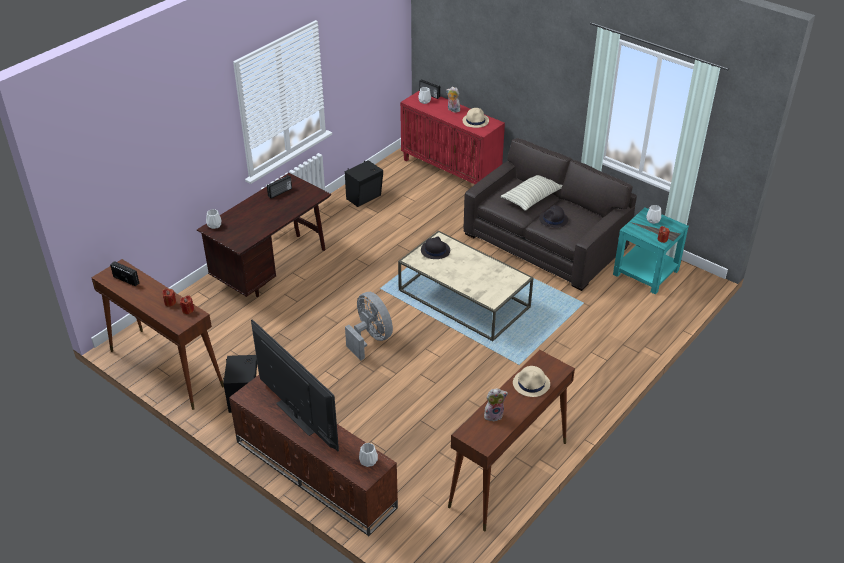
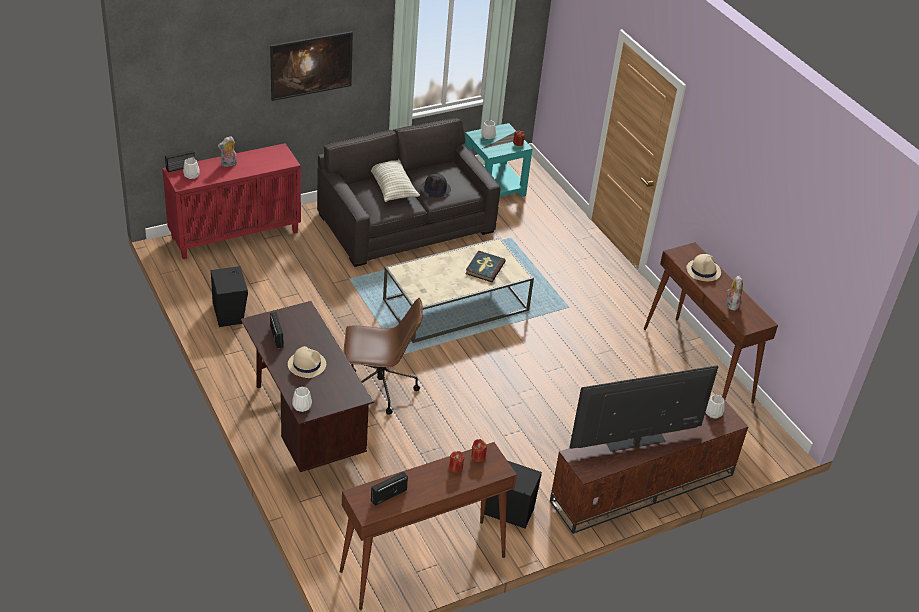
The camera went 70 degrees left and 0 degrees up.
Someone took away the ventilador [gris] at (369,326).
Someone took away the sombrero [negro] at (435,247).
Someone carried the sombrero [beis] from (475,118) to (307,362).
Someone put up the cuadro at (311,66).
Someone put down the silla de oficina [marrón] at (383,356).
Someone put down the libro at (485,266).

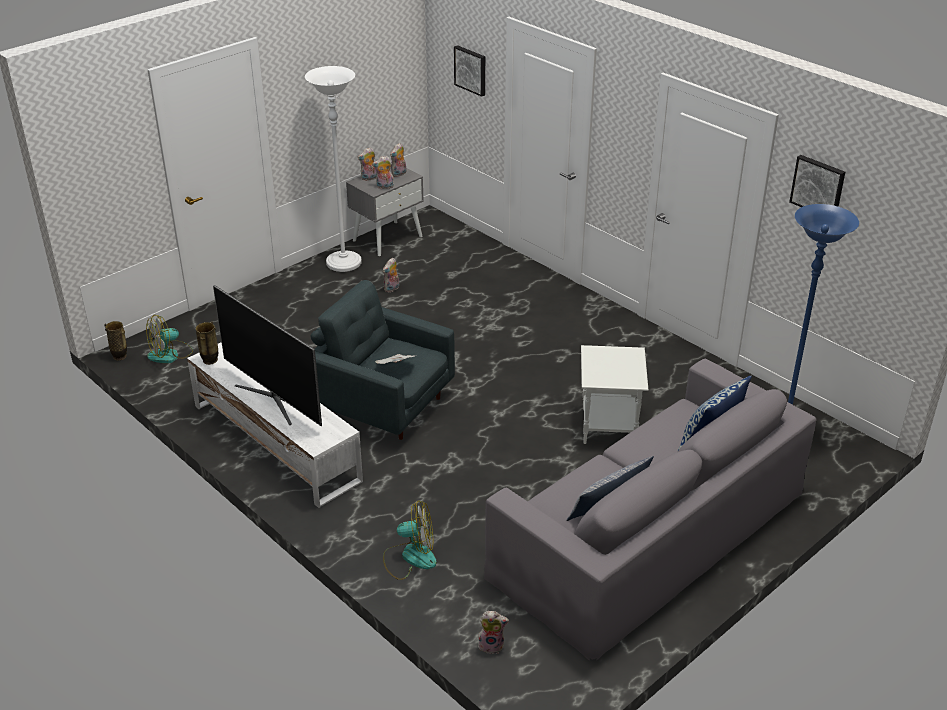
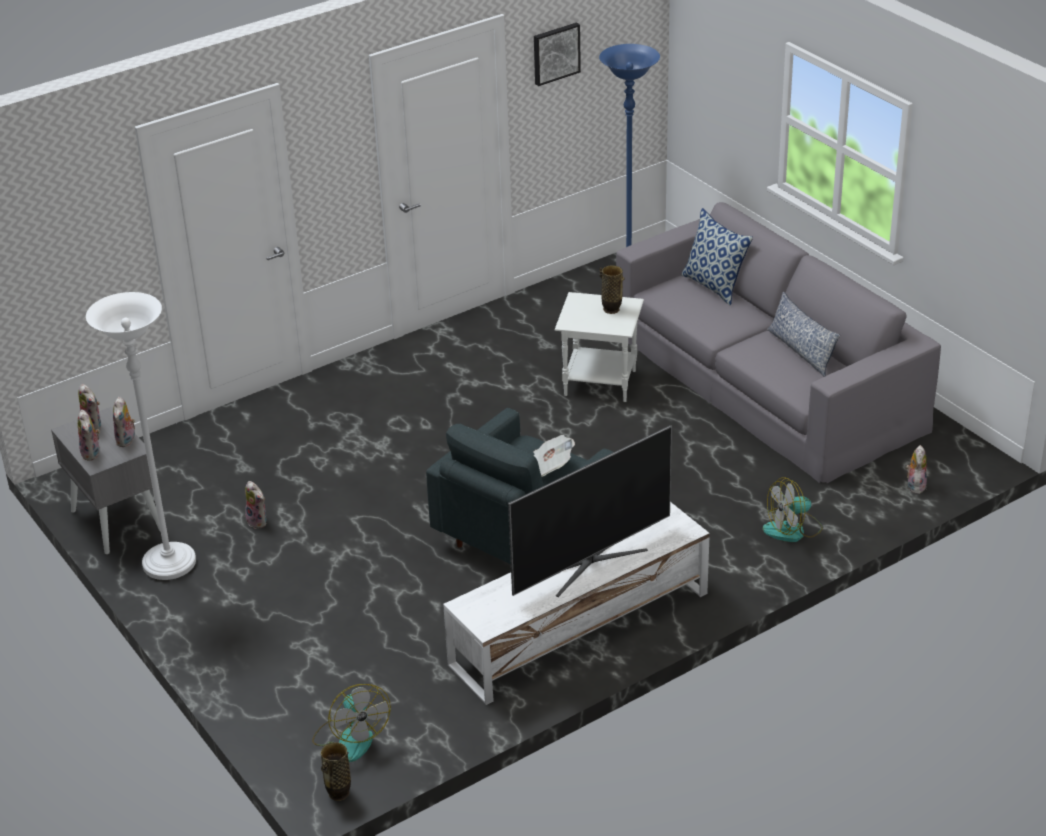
The camera went 80 degrees left and 0 degrees up.
Someone carried the florero from (207,343) to (612,289).
Someone rotated the ventilador at (410,540) by 120 degrees counterclockwise.
Someone took away the cuadro at (469,71).

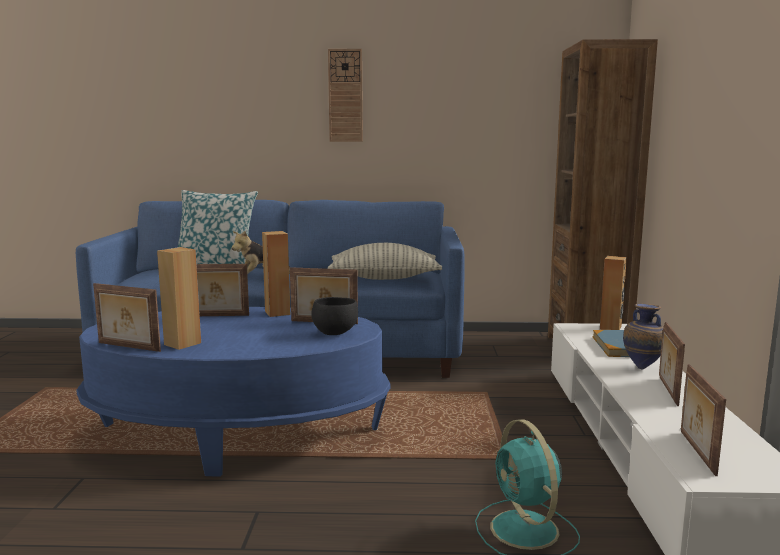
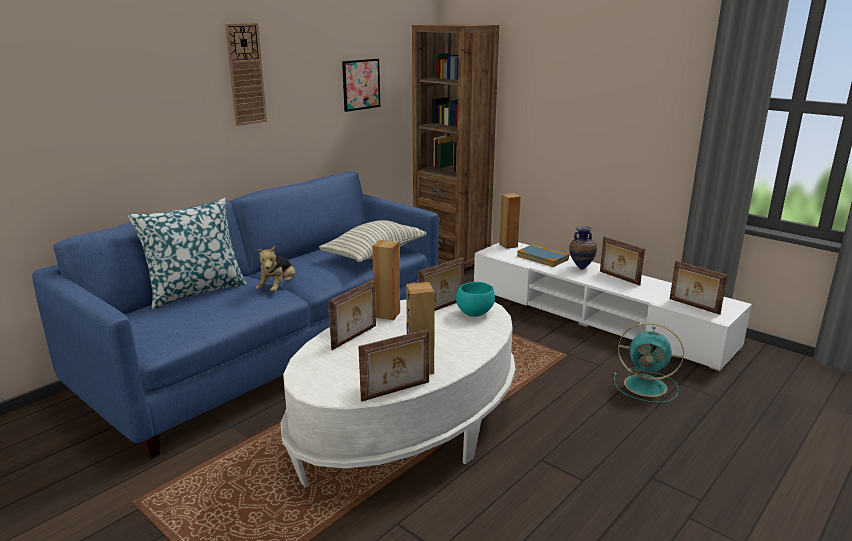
The camera went 50 degrees left and 10 degrees up.
Someone repainted the mesa de centro [azul] at (233,391), which became the mesa de centro [blanco] at (398,393).
Someone repainted the cuenco [negro] at (334,316), which became the cuenco [turquesa] at (475,299).
Someone put up the cuadro at (361,85).

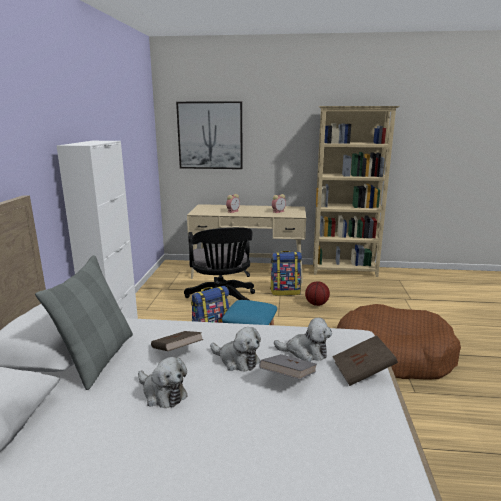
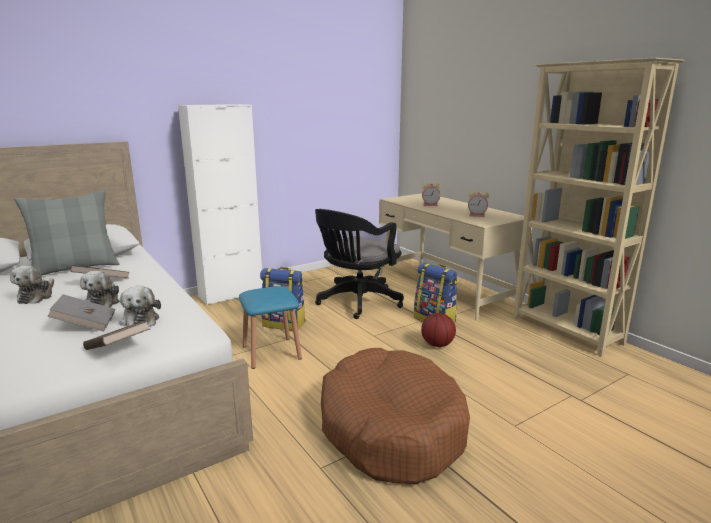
The camera went 50 degrees right and 0 degrees up.
Someone took away the cuadro at (209,135).

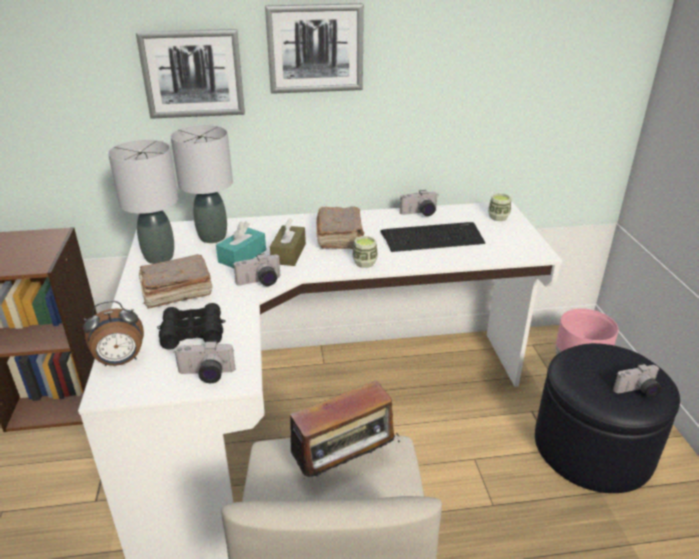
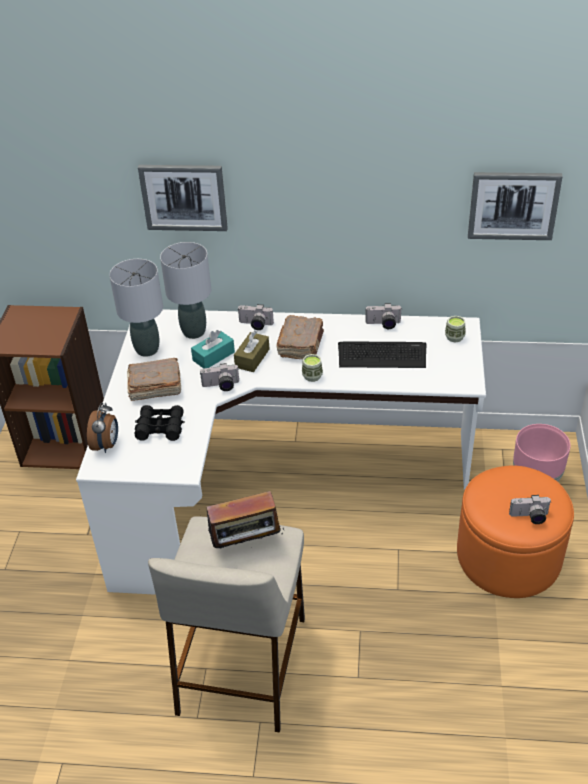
The camera went 15 degrees right and 10 degrees up.
Someone rotated the despertador at (113,333) by 75 degrees counterclockwise.
Someone carried the cámara from (204,362) to (255,317).
Someone carried the cuadro from (314,48) to (515,206).
Someone repainted the puf [negro] at (607,418), which became the puf [naranja] at (515,531).

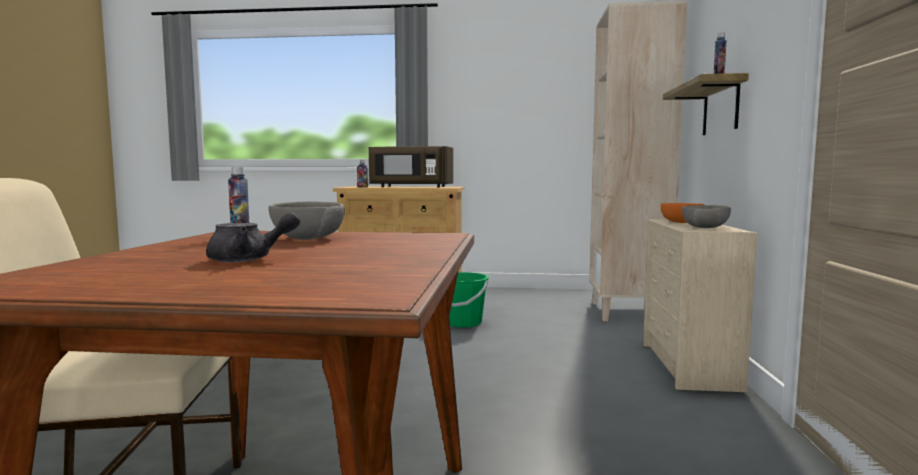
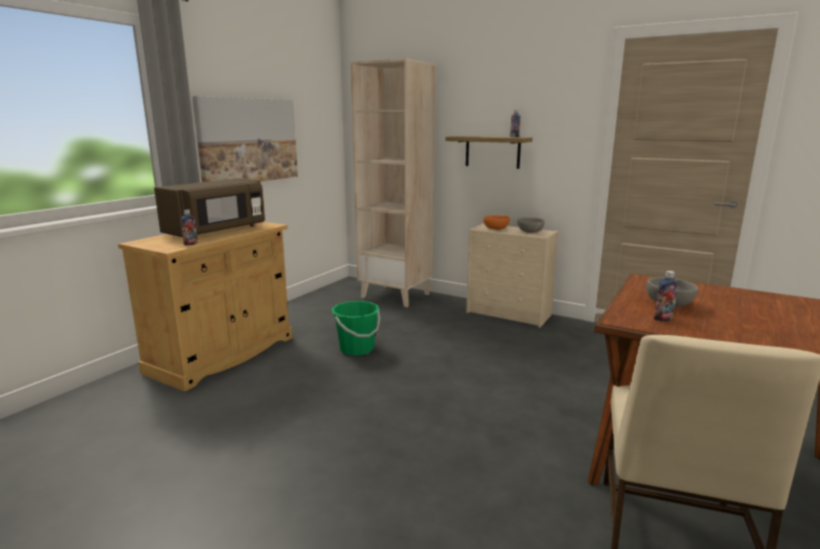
The camera went 65 degrees left and 10 degrees up.
Someone took away the tetera [gris] at (253,237).
Someone put up the cuadro at (245,139).

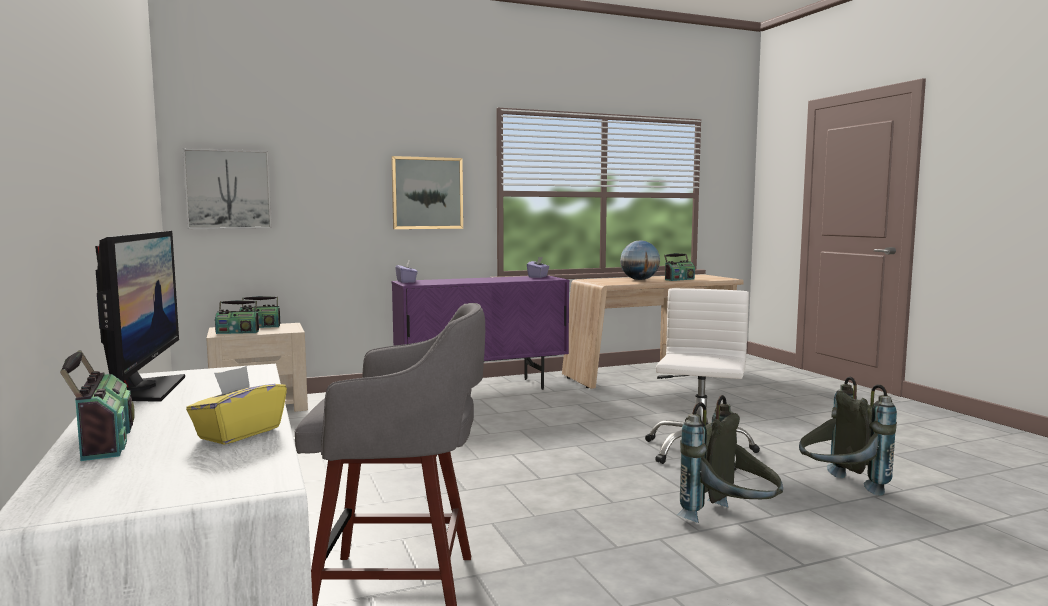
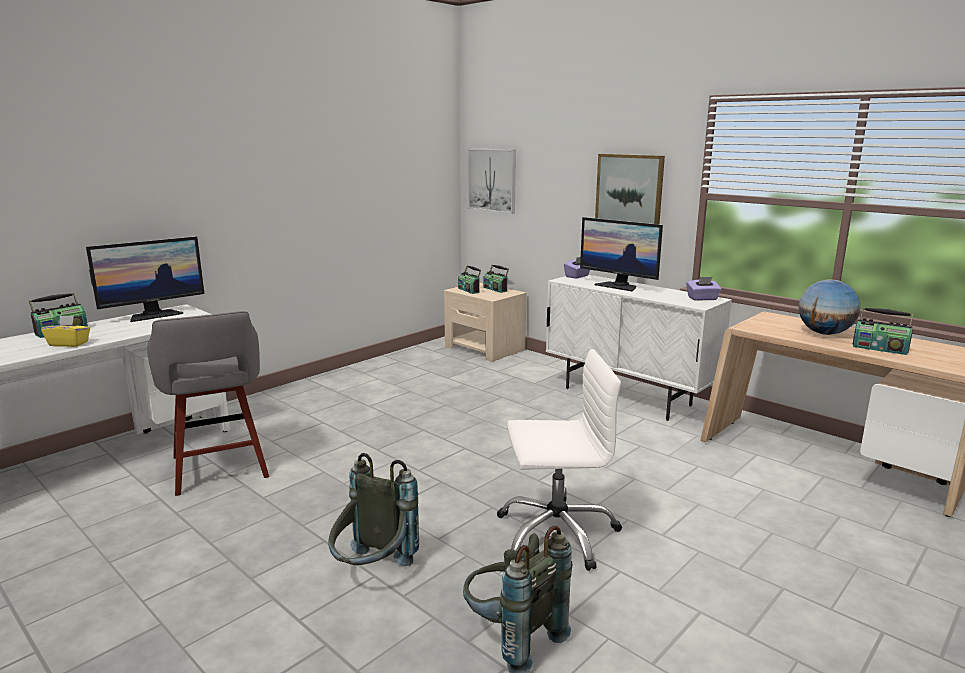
The camera went 65 degrees right and 10 degrees up.
Someone repainted the armario [morado] at (480,332), which became the armario [blanco] at (639,348).
Someone put down the monitor at (621,254).

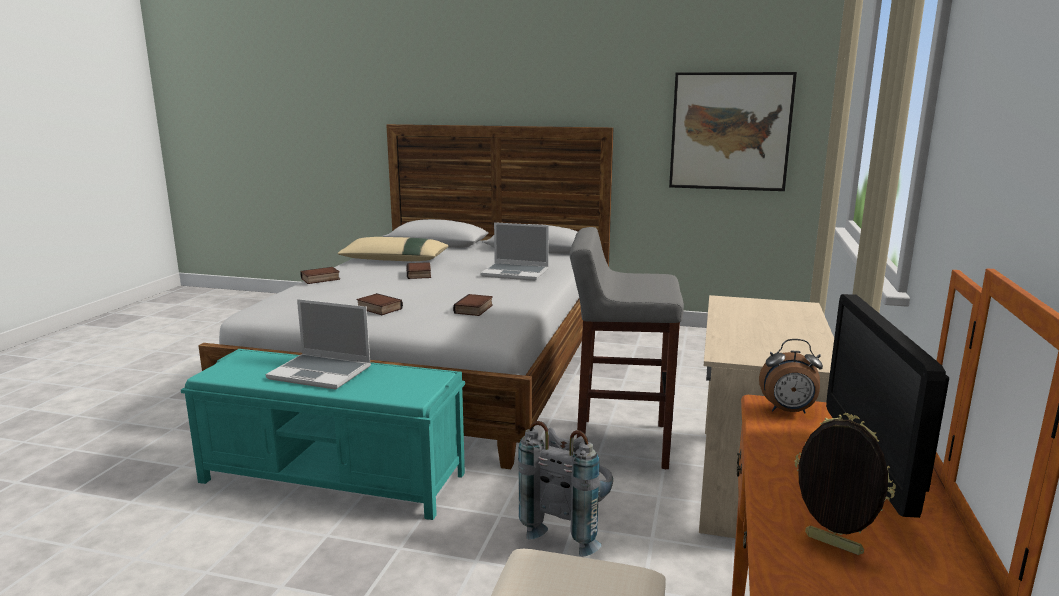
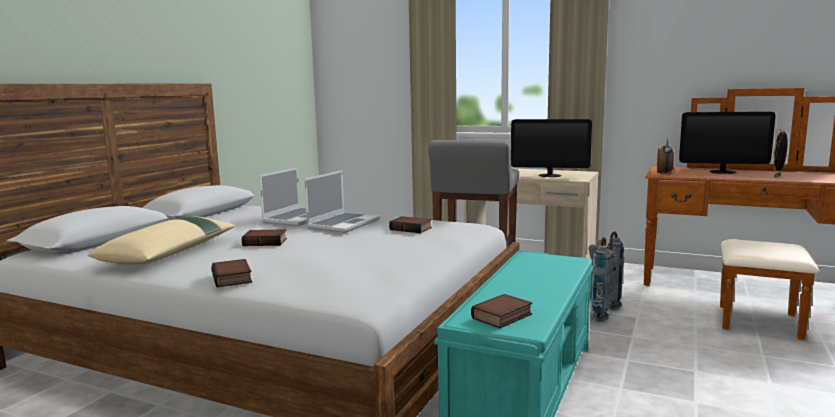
The camera went 80 degrees left and 5 degrees down.
Someone carried the portátil from (318,344) to (342,201).
Someone carried the libro from (379,304) to (501,311).
Someone took away the cuadro at (733,131).
Someone put down the monitor at (551,148).

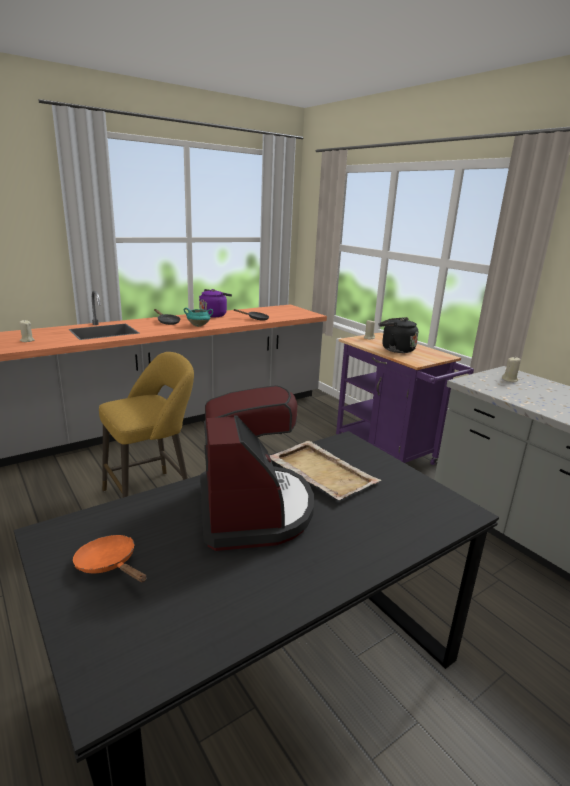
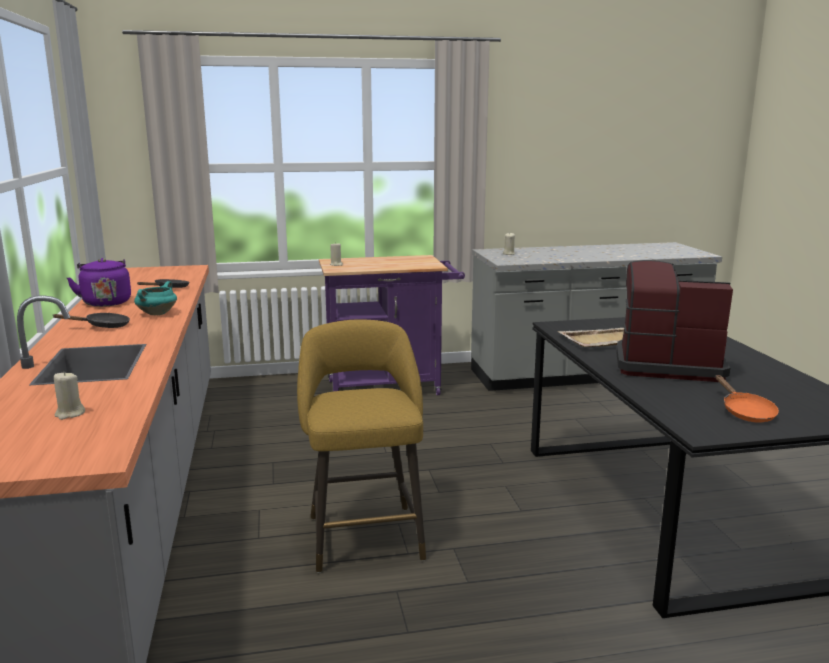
The camera went 65 degrees left and 5 degrees down.
Someone rotated the sartén [naranja] at (110,558) by 75 degrees counterclockwise.
Someone took away the hervidor [negro] at (398,335).

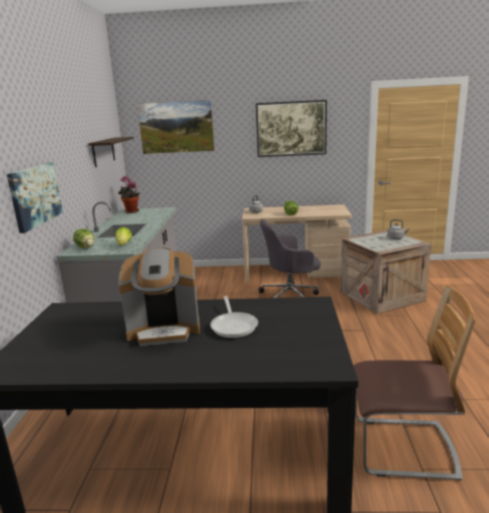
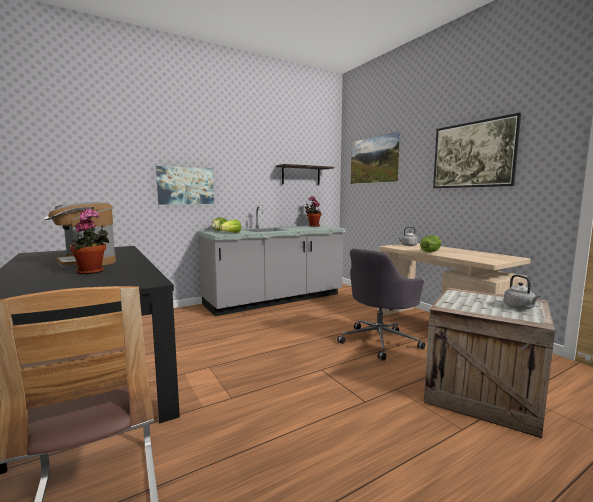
The camera went 55 degrees right and 10 degrees down.
Someone swapped the sartén at (234,317) for the planta en maceta at (90,242).
Someone rotated the silla de oficina [gris] at (289,258) by 90 degrees counterclockwise.

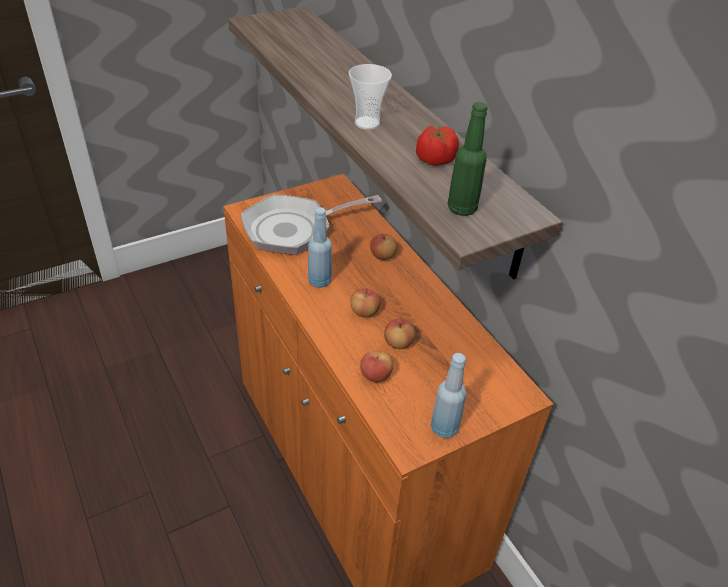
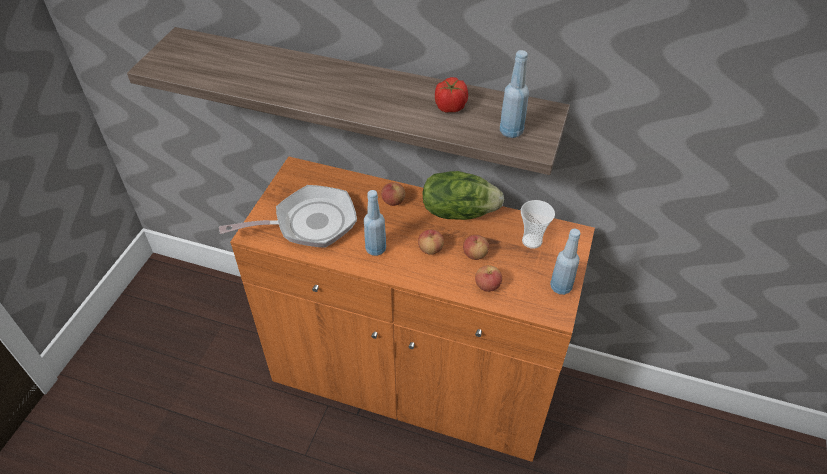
The camera went 40 degrees left and 5 degrees up.
Someone rotated the sartén at (311,224) by 135 degrees counterclockwise.
Someone carried the taza from (370,97) to (538,224).
Someone repainted the botella [verde] at (467,159), which became the botella [azul] at (514,94).
Someone put down the lechuga at (463,195).

